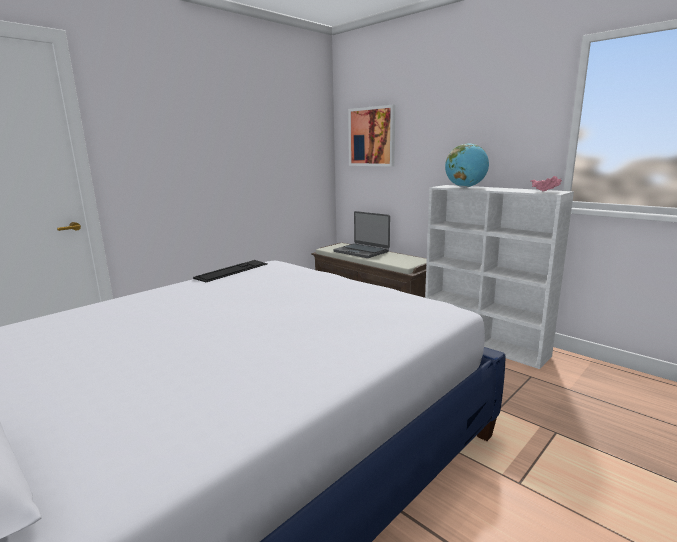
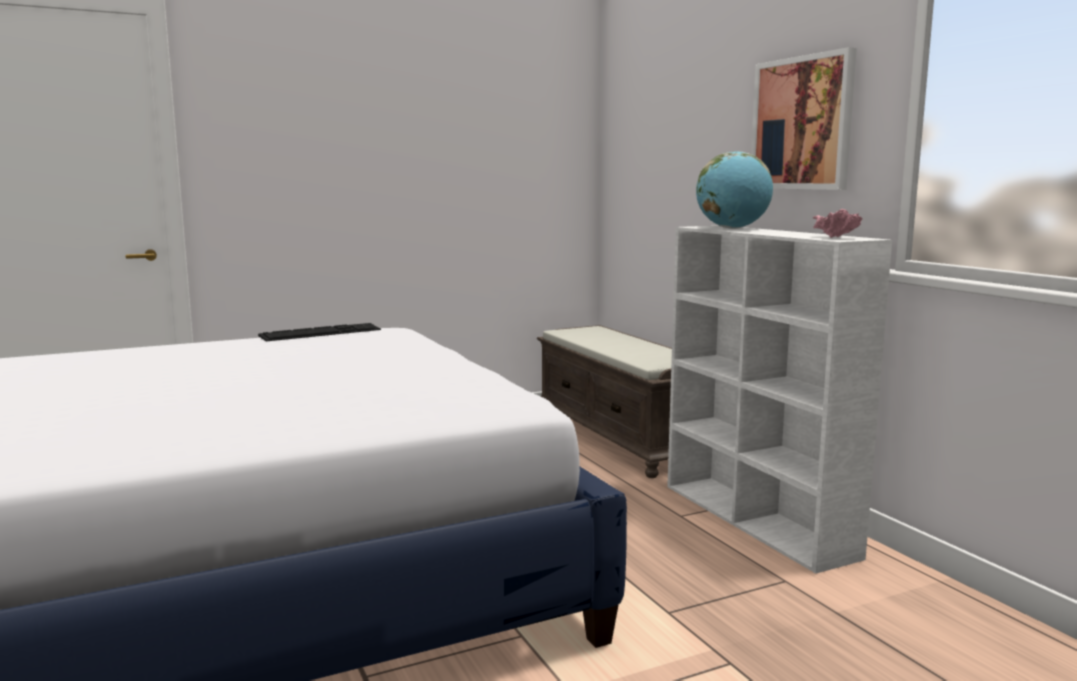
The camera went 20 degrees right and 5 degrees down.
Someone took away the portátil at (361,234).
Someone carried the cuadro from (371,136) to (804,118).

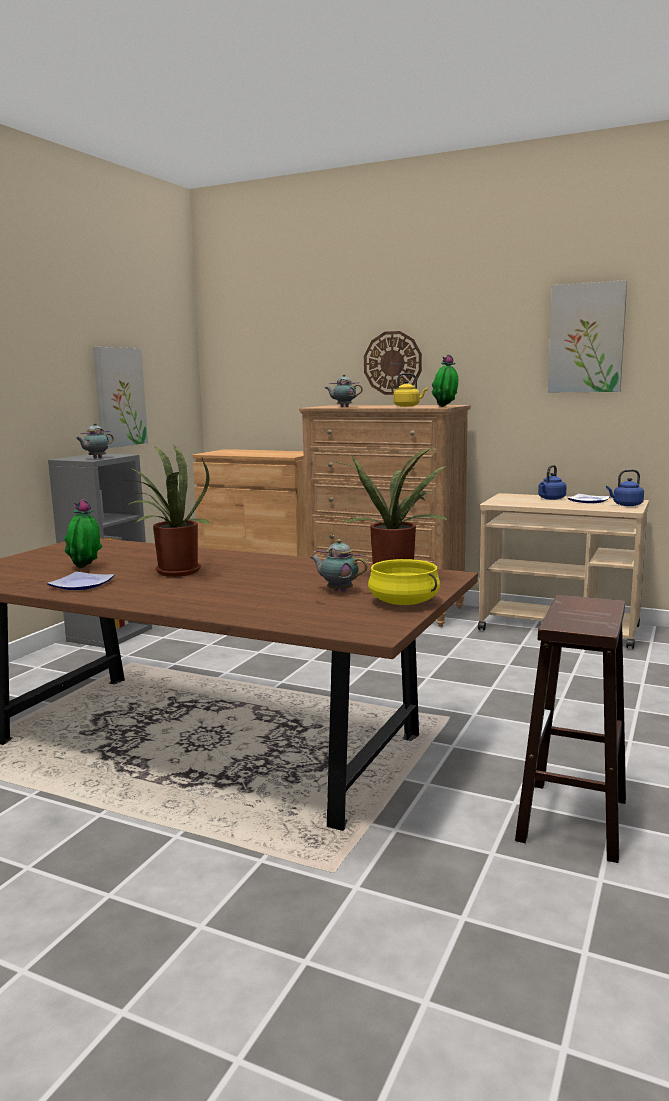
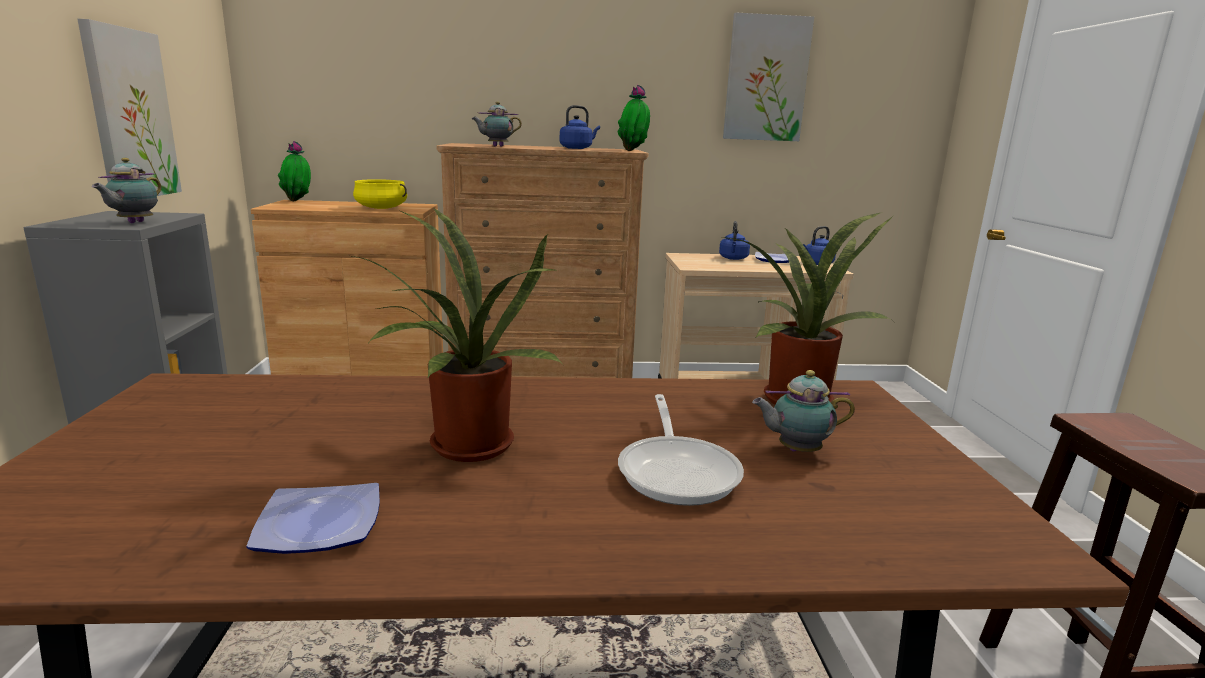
The camera went 30 degrees left and 5 degrees up.
Someone carried the planta en maceta from (83,533) to (294,171).
Someone took away the reloj de pared at (393,363).
Someone carried the olla [amarillo] from (404,582) to (380,194).
Someone repainted the hervidor [amarillo] at (411,390), which became the hervidor [azul] at (580,127).
Someone put down the sartén at (681,450).

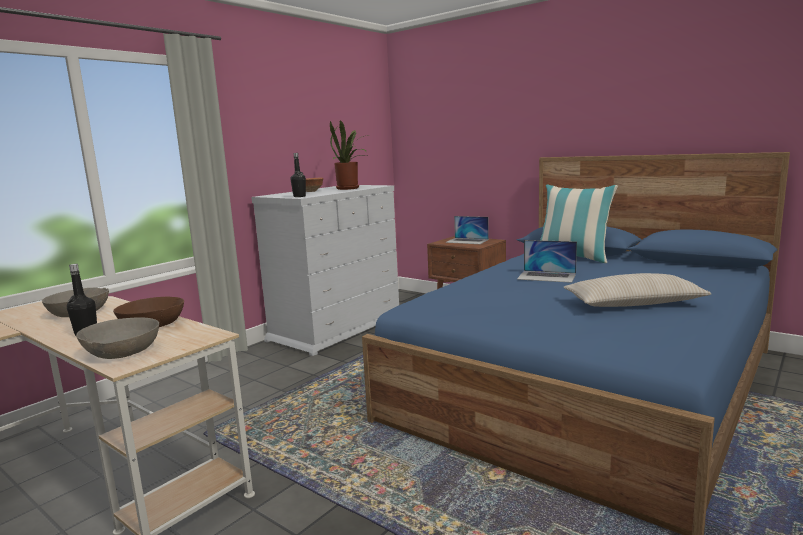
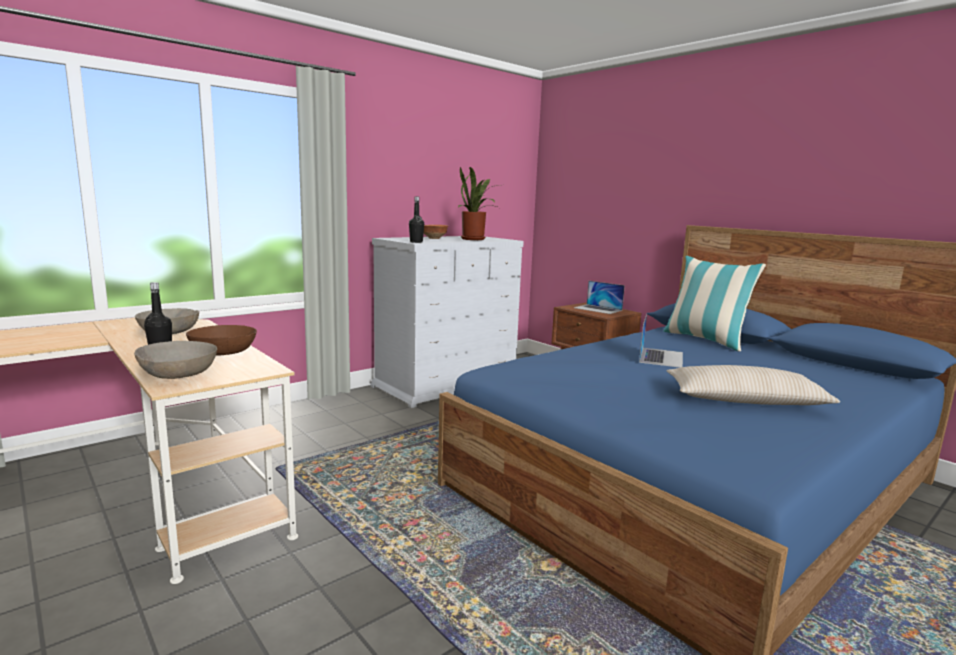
The camera went 10 degrees right and 0 degrees up.
Someone rotated the portátil at (547,261) by 105 degrees counterclockwise.

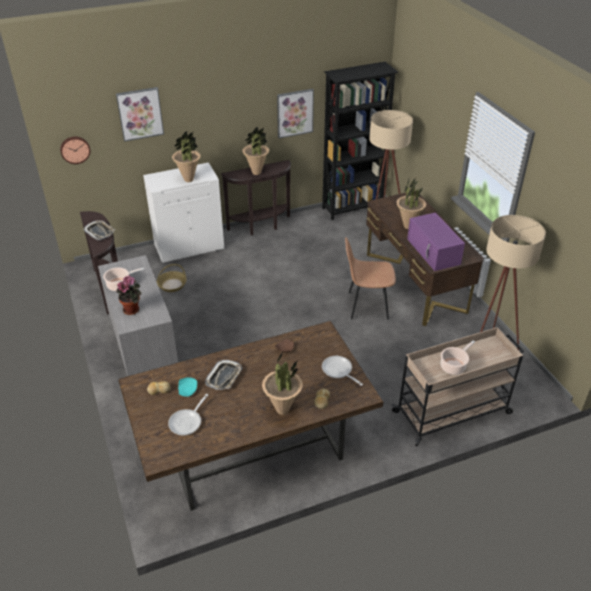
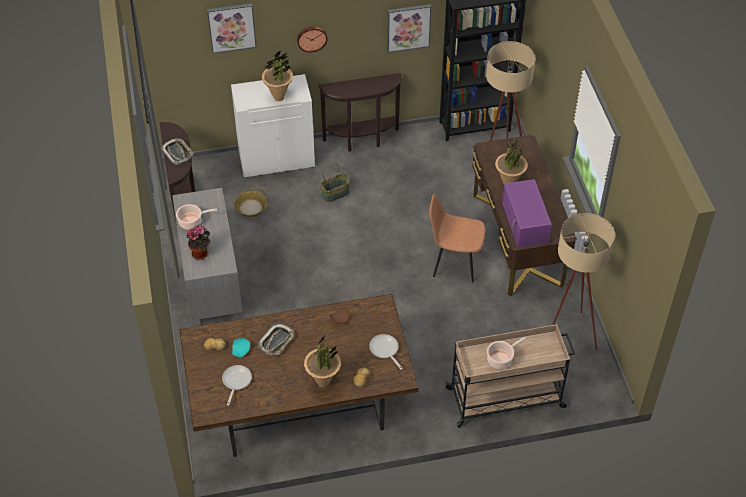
The camera went 10 degrees right and 10 degrees up.
Someone carried the reloj de pared from (75,150) to (312,39).
Someone rotated the sartén at (188,414) by 150 degrees clockwise.
Someone took away the planta en maceta at (255,150).
Someone put down the cesta at (335,182).

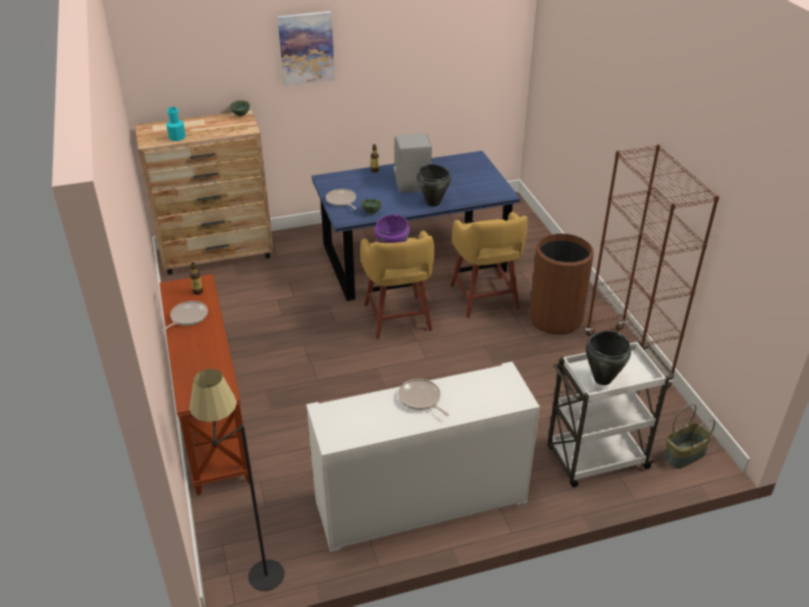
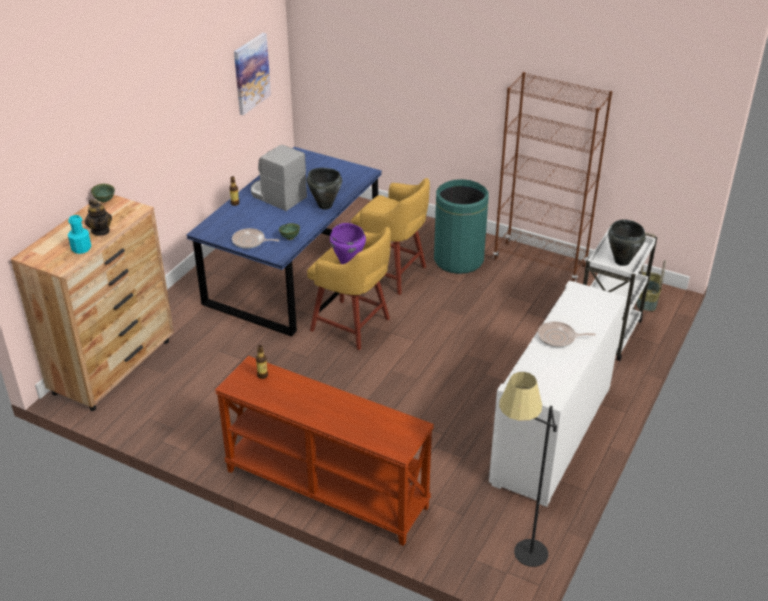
The camera went 45 degrees left and 0 degrees up.
Someone took away the sartén at (184,316).
Someone carried the cuadro from (306,48) to (252,74).
Someone repainted the papelera [marrón] at (561,284), which became the papelera [verde] at (461,226).
Someone put down the tetera at (98,217).

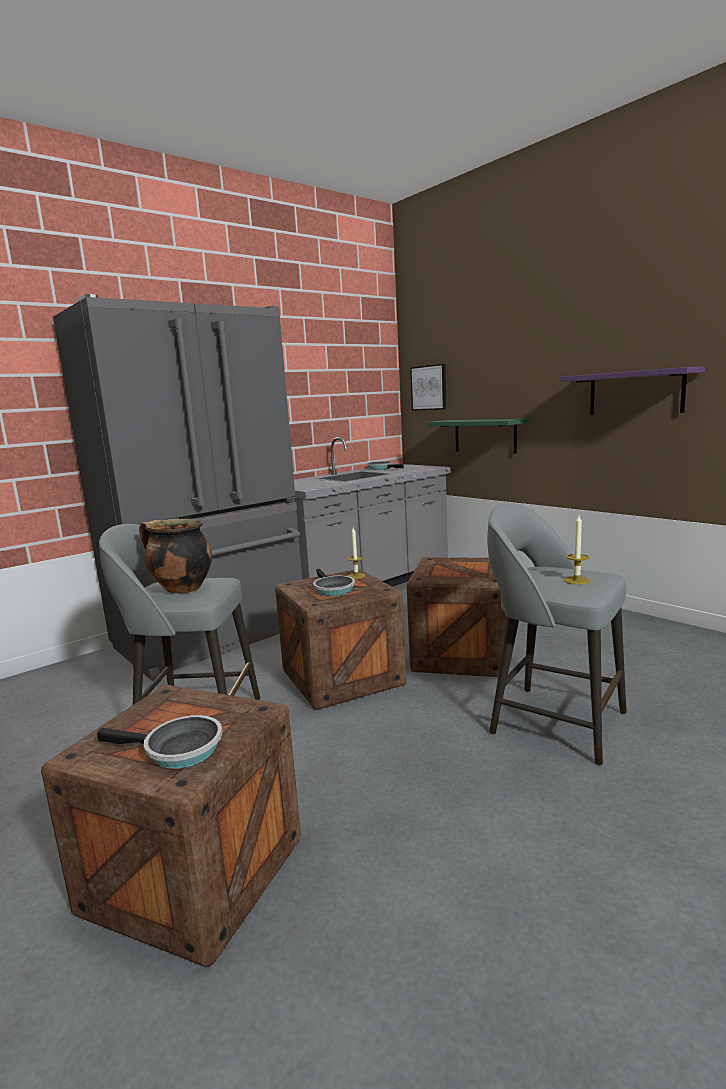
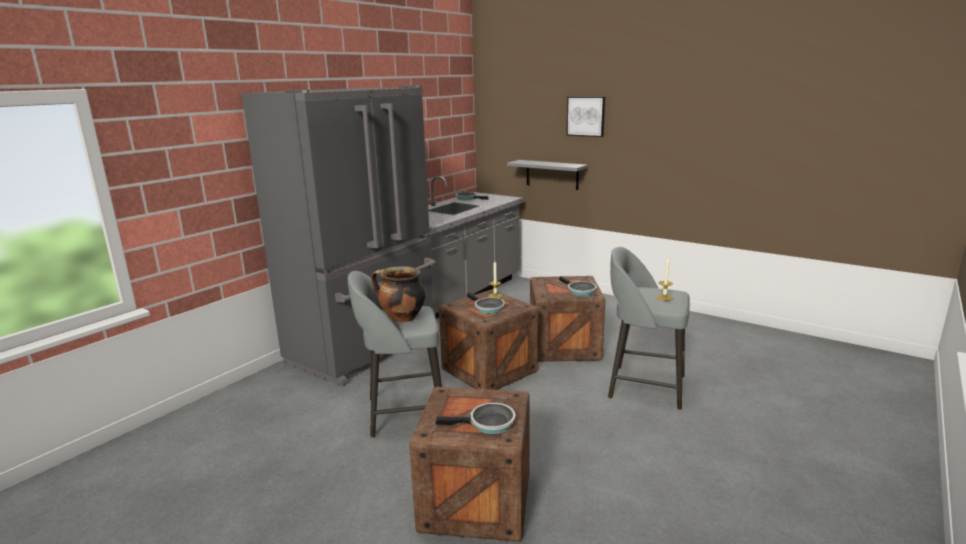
The camera went 15 degrees left and 5 degrees up.
Someone carried the cuadro from (428,387) to (585,117).
Someone repainted the estante [verde] at (477,436), which became the estante [gris] at (547,175).
Someone took away the estante [morado] at (632,391).
Someone put down the sartén at (578,286).

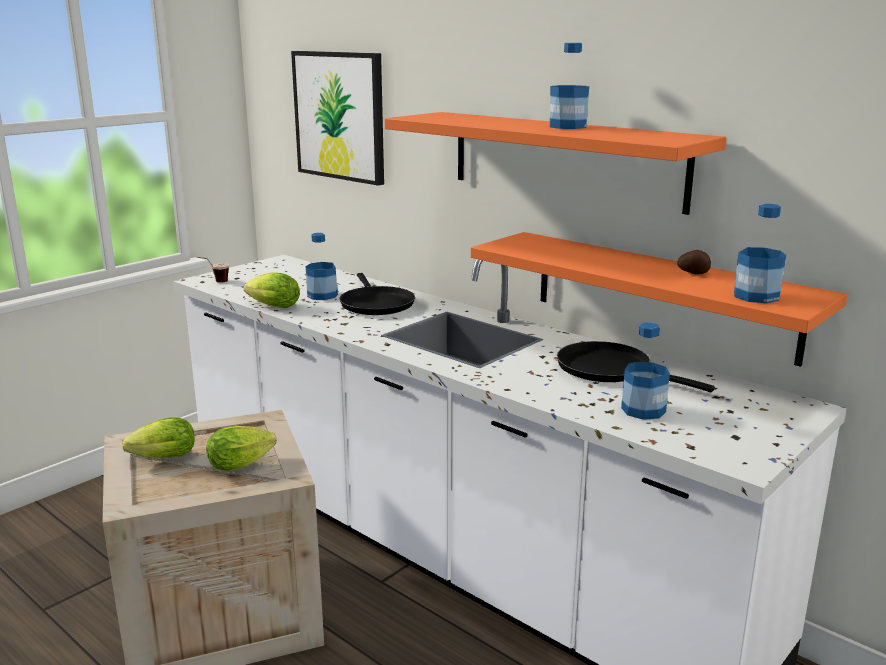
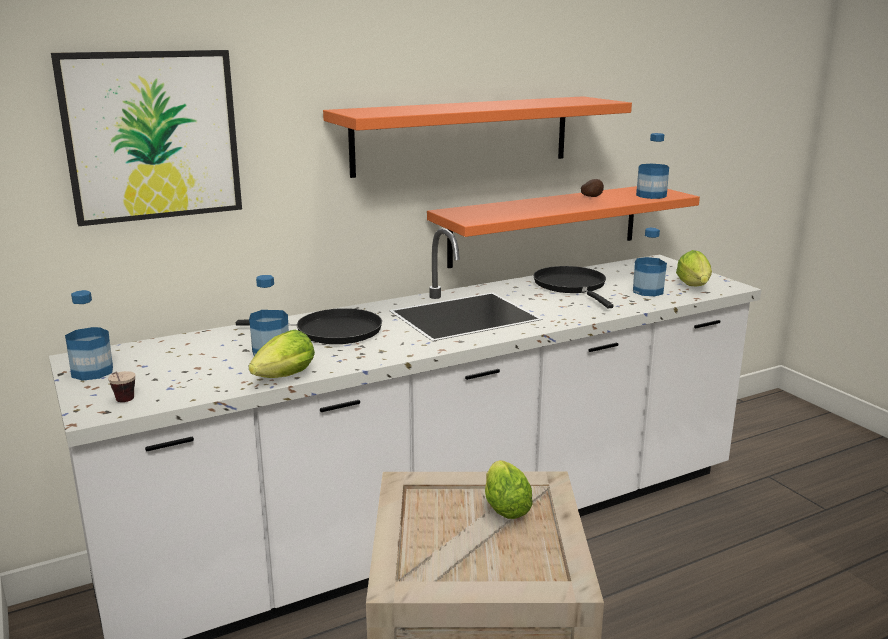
The camera went 70 degrees left and 0 degrees up.
Someone carried the lechuga from (158,437) to (694,268).
Someone carried the botella from (569,86) to (89,335).
Someone rotated the sartén [negro] at (636,366) by 105 degrees clockwise.

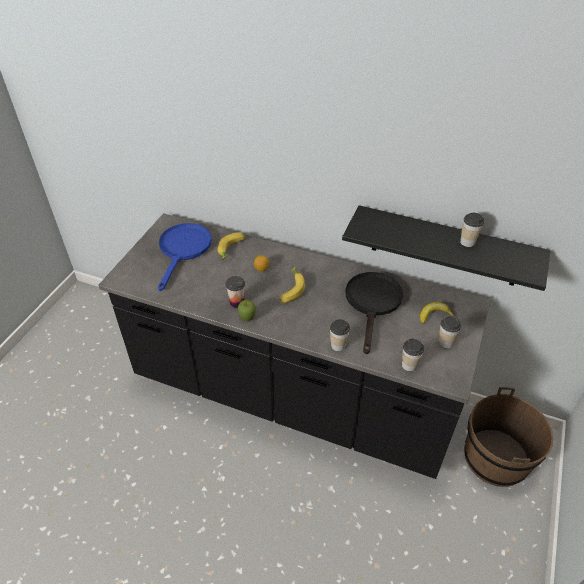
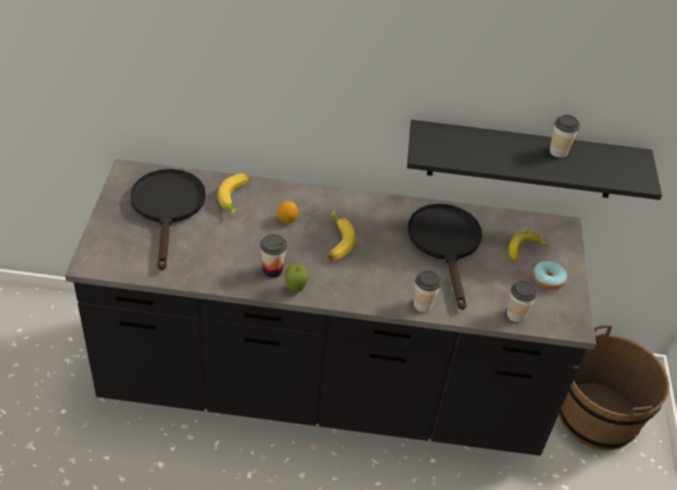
The camera went 20 degrees left and 0 degrees up.
Someone repainted the sartén [azul] at (185,257), which became the sartén [negro] at (168,220).
Someone swapped the taza at (449,332) for the rosquilla at (550,275).

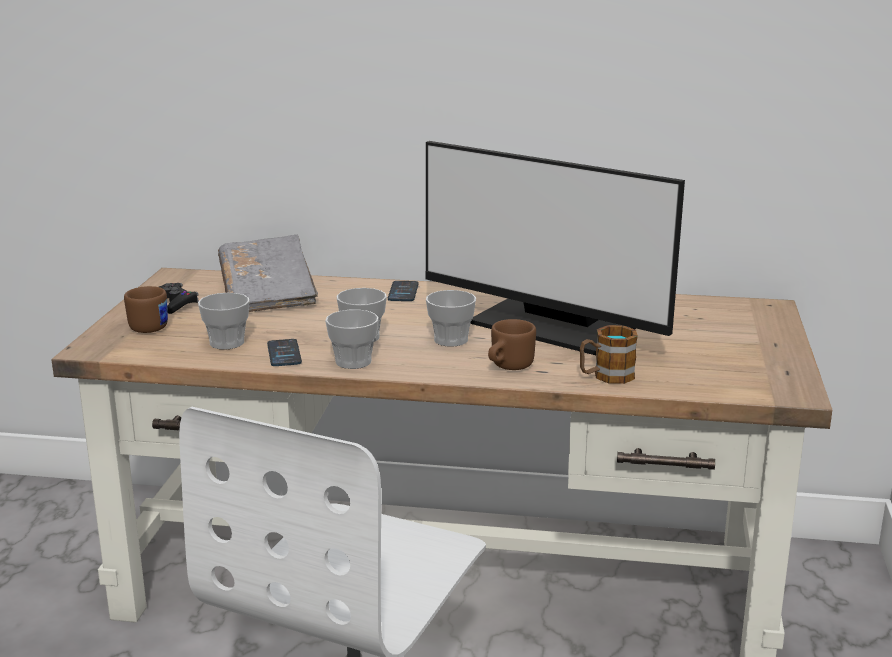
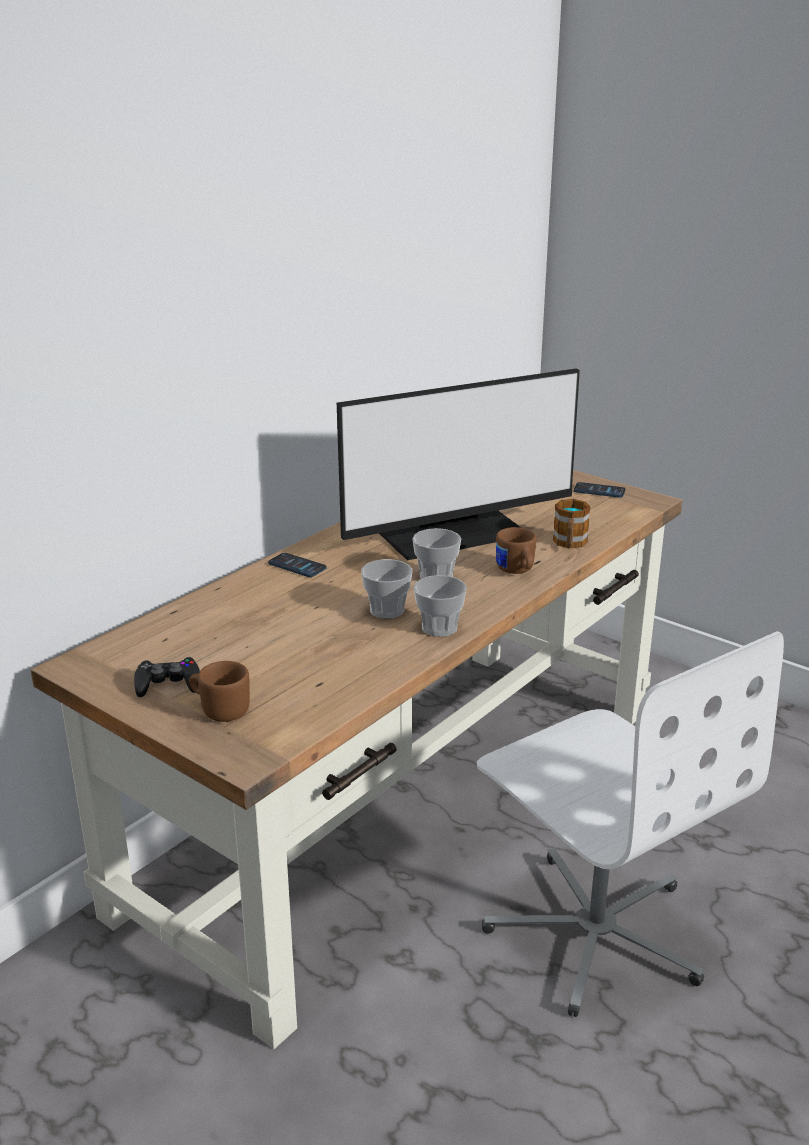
The camera went 60 degrees left and 5 degrees up.
Someone took away the taza at (224,321).
Someone took away the libro [gris] at (268,273).
Someone carried the móvil from (284,352) to (599,490).

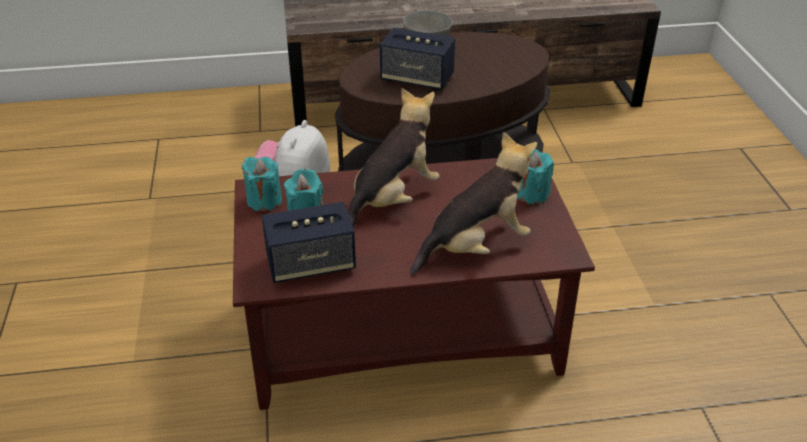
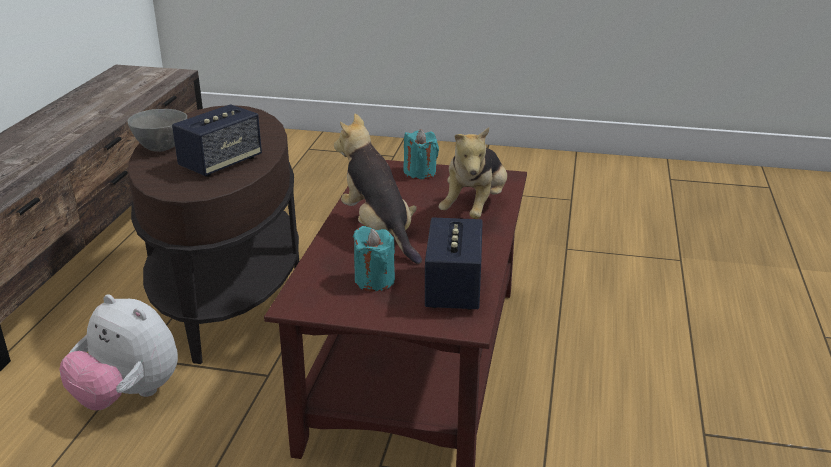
The camera went 70 degrees left and 10 degrees down.
Someone took away the vela [turquesa] at (262,184).
Someone rotated the peluche at (474,203) by 150 degrees counterclockwise.

